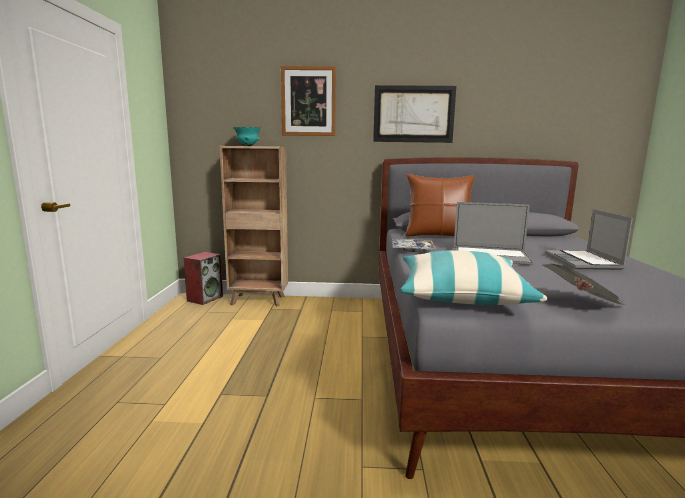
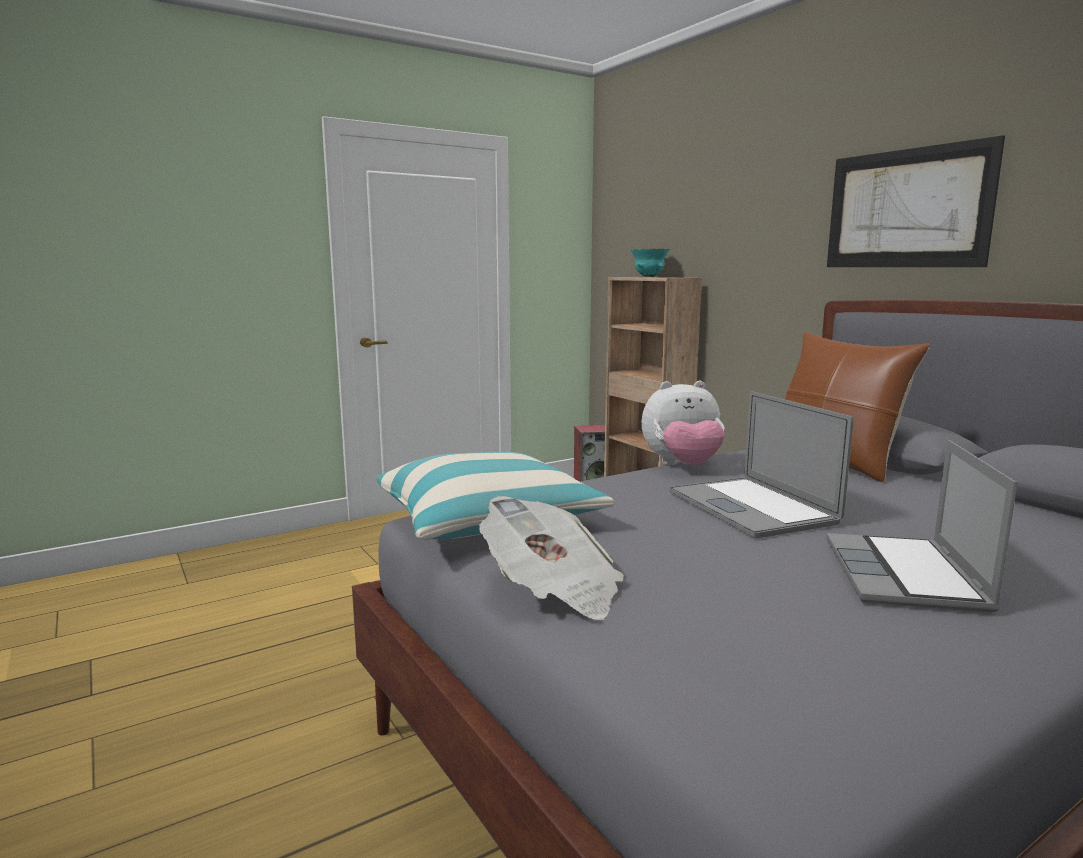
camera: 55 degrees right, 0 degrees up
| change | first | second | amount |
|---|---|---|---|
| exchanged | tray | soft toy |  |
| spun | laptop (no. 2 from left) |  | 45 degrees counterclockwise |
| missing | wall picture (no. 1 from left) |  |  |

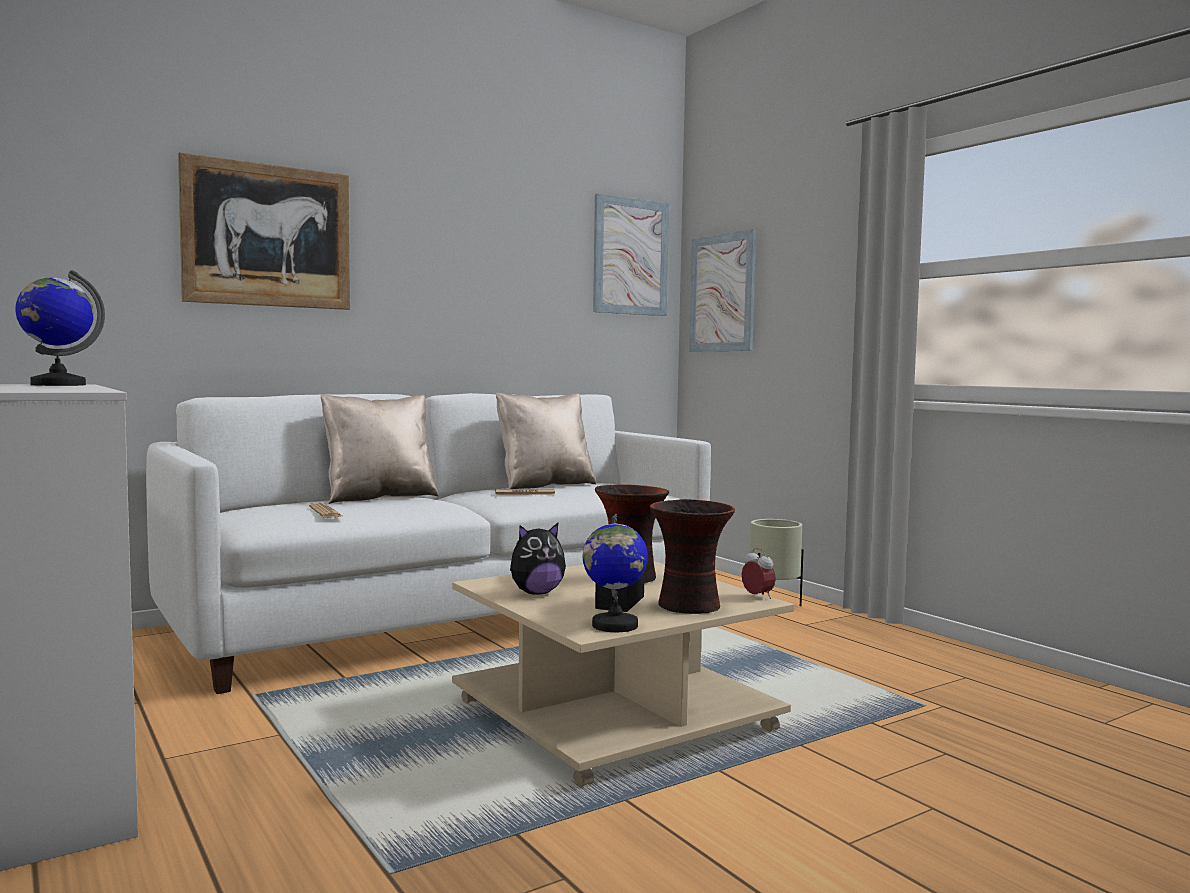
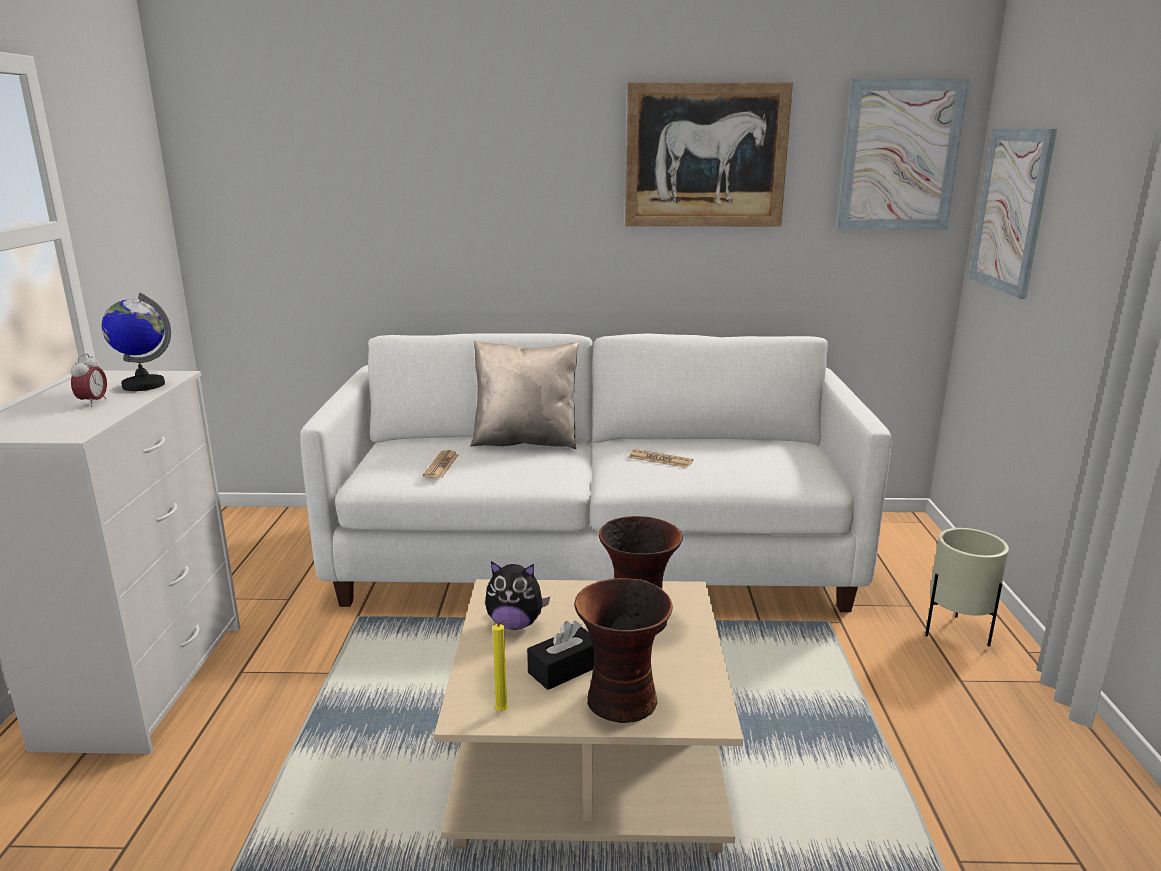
camera: 35 degrees right, 15 degrees up
| change | first | second | amount |
|---|---|---|---|
| relocated | alarm clock |  |  |
| exchanged | globe (no. 2 from left) | yellow-coloured candle |  |
| relocated | wall picture (no. 1 from left) |  |  |
| missing | beige throw pillow (no. 2 from left) |  |  |

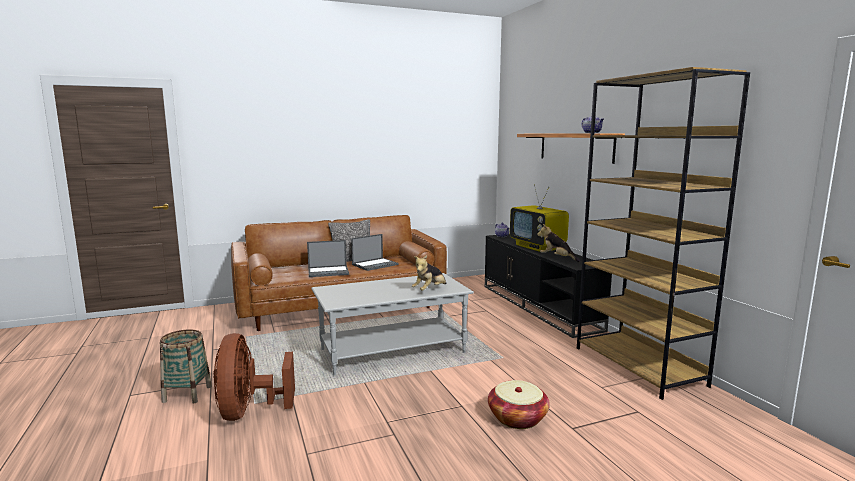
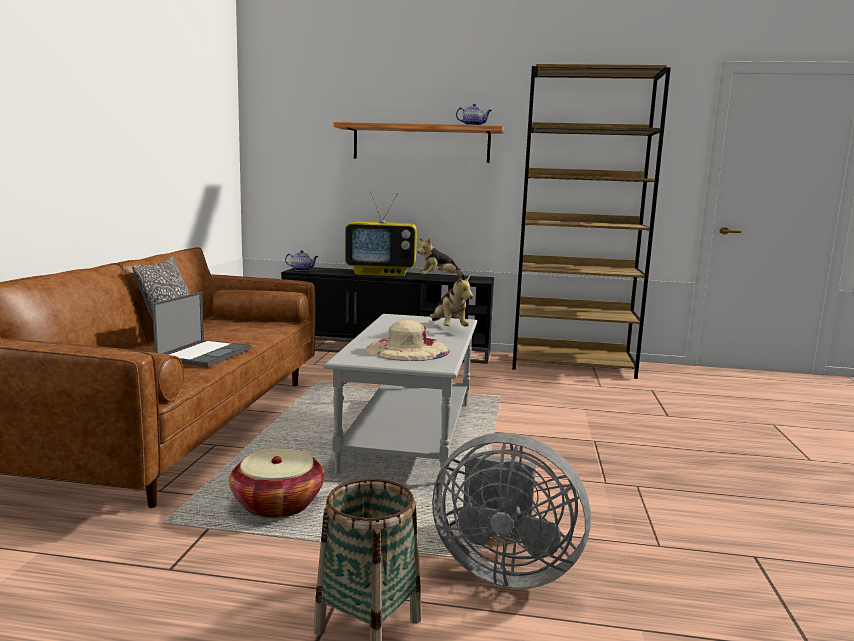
camera: 60 degrees left, 0 degrees up
| change | first | second | amount |
|---|---|---|---|
| relocated | storage basket (no. 2 from left in the first image) | storage basket (no. 1 from left) |  |
| appeared |  | beige hat |  |
| colour | brown-coloured electric fan | grey electric fan |  |
| missing | laptop (no. 2 from left) |  |  |

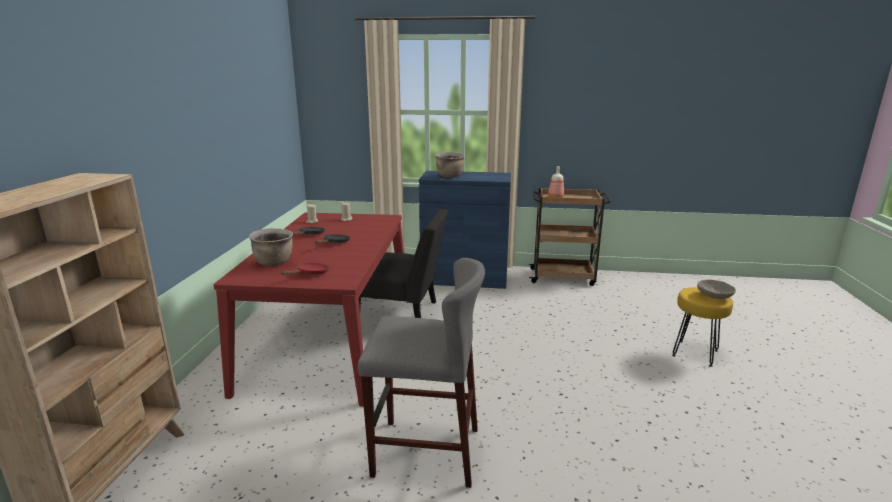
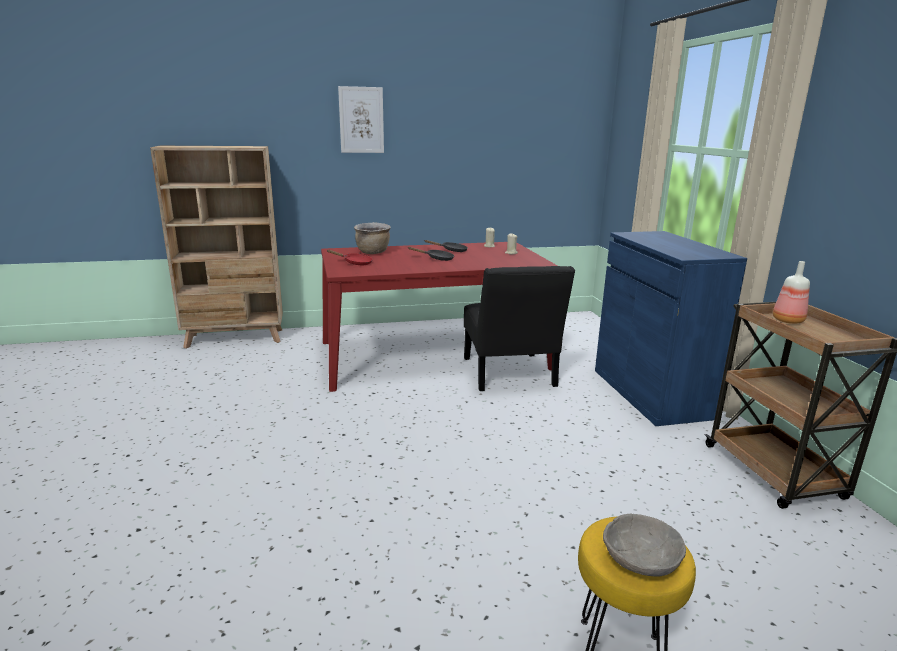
camera: 70 degrees right, 0 degrees up
| change | first | second | amount |
|---|---|---|---|
| appeared |  | wall picture |  |
| missing | grey stool |  |  |
| missing | brown-coloured saucepot (no. 2 from left) |  |  |

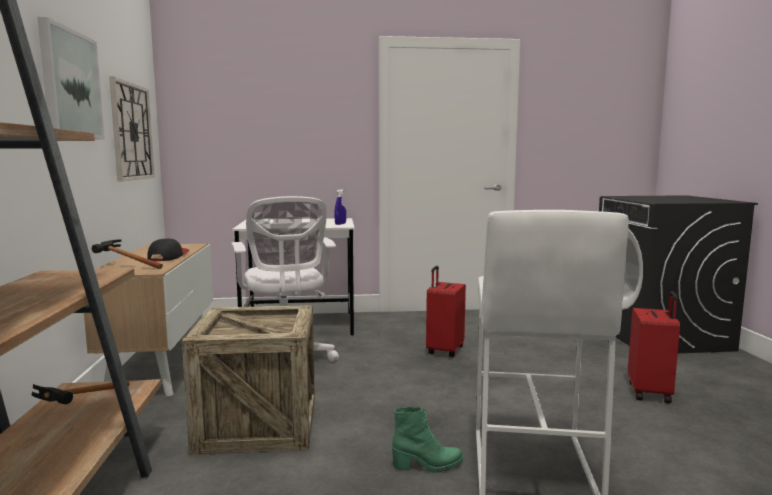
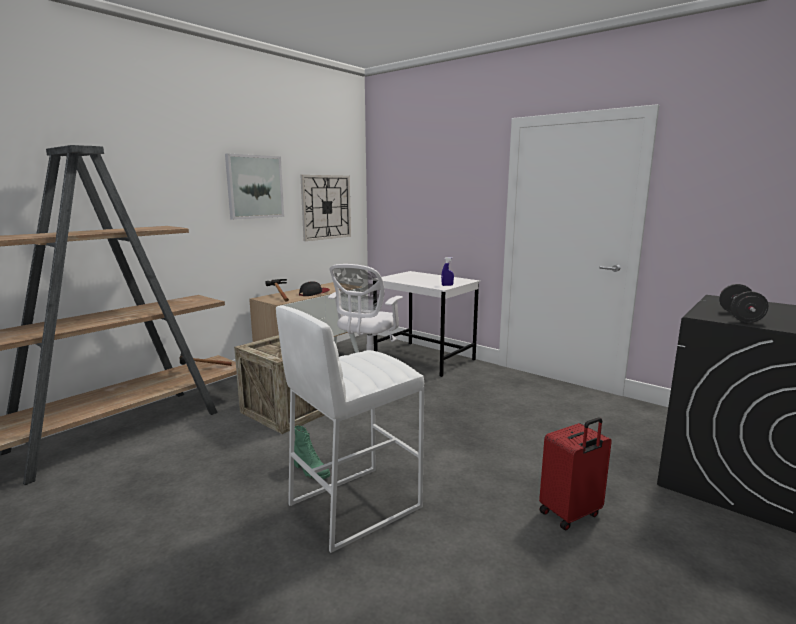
camera: 45 degrees right, 5 degrees up
| change | first | second | amount |
|---|---|---|---|
| appeared |  | blackish free weight |  |
| missing | red piece of luggage (no. 1 from left) |  |  |

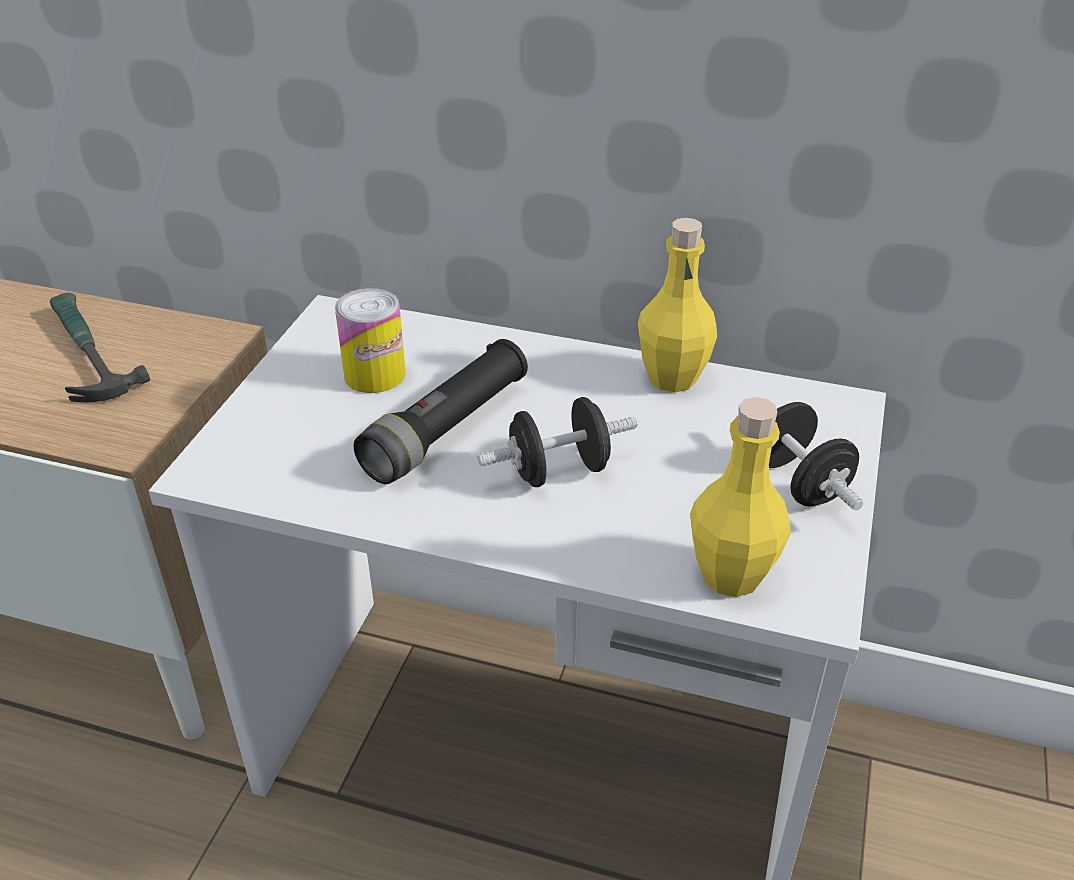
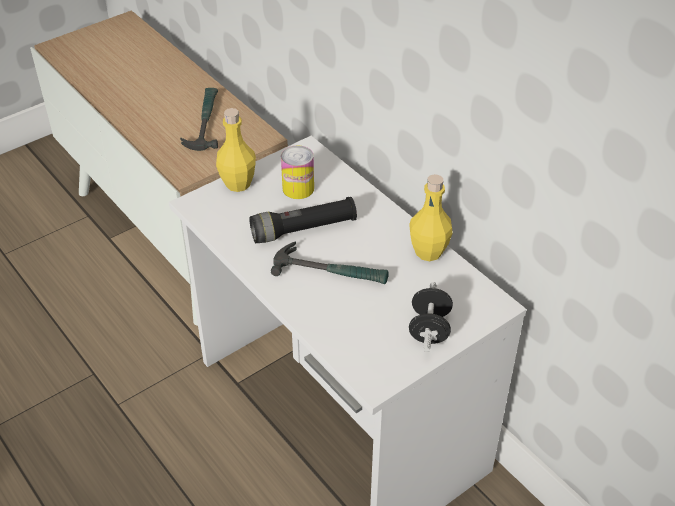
camera: 35 degrees right, 5 degrees up
| change | first | second | amount |
|---|---|---|---|
| relocated | yellow-coloured beverage bottle (no. 2 from left in the first image) | yellow-coloured beverage bottle (no. 1 from left) |  |
| exchanged | blackish free weight (no. 1 from left) | hand hammer (no. 2 from left) |  |

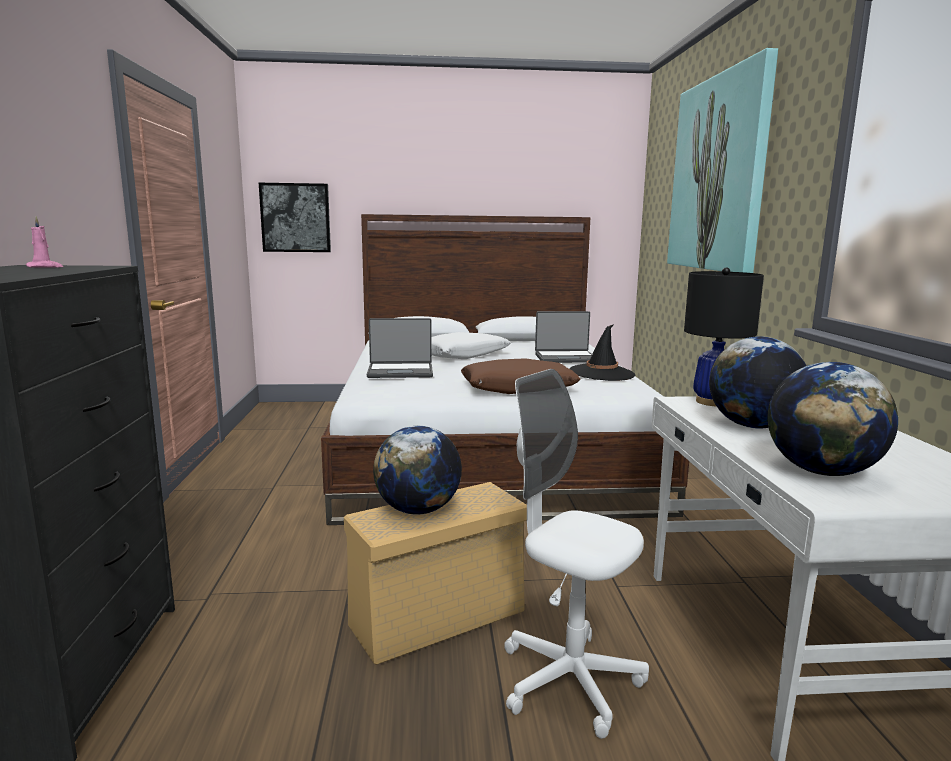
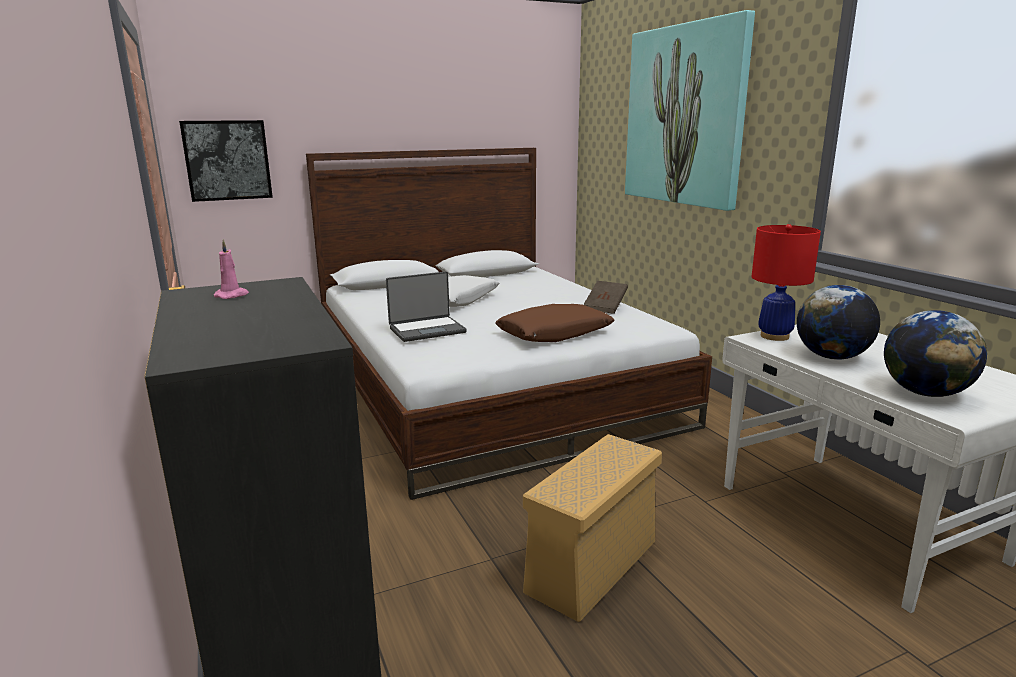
camera: 20 degrees left, 5 degrees up
| change | first | second | amount |
|---|---|---|---|
| exchanged | blackish hat | brown-coloured bound book |  |
| colour | blackish tabletop lamp | red tabletop lamp |  |
| missing | globe (no. 1 from left) |  |  |
| missing | white computer chair |  |  |
| missing | laptop (no. 2 from left) |  |  |

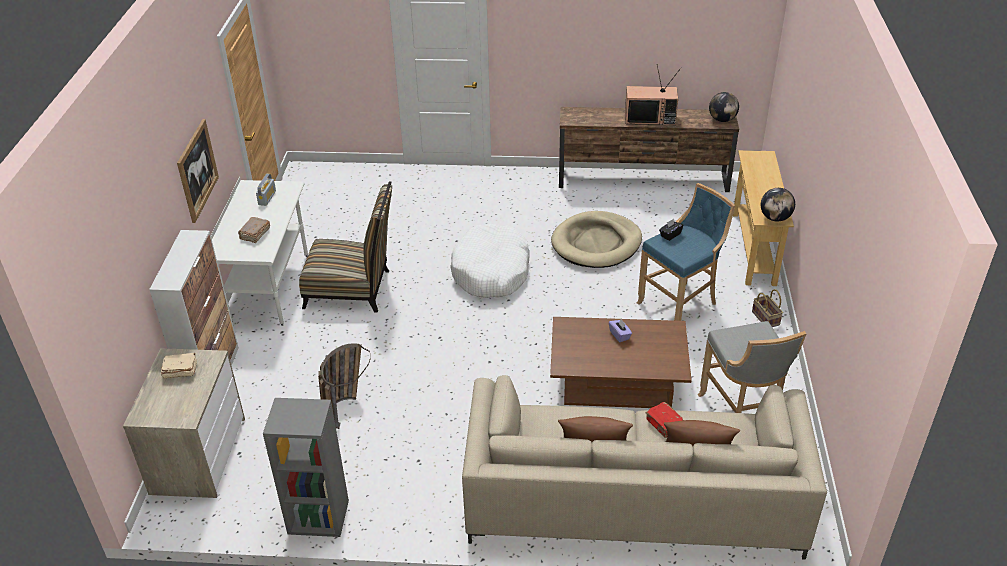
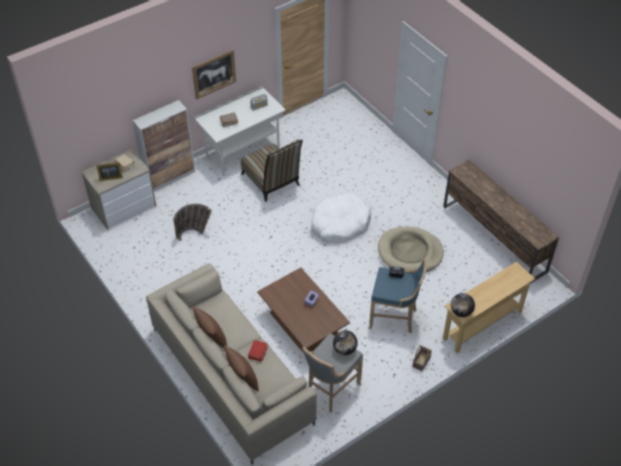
camera: 50 degrees right, 10 degrees up
| change | first | second | amount |
|---|---|---|---|
| appeared |  | picture frame |  |
| relocated | globe (no. 1 from left) |  |  |
| missing | grey shelving unit |  |  |
| missing | TV set |  |  |

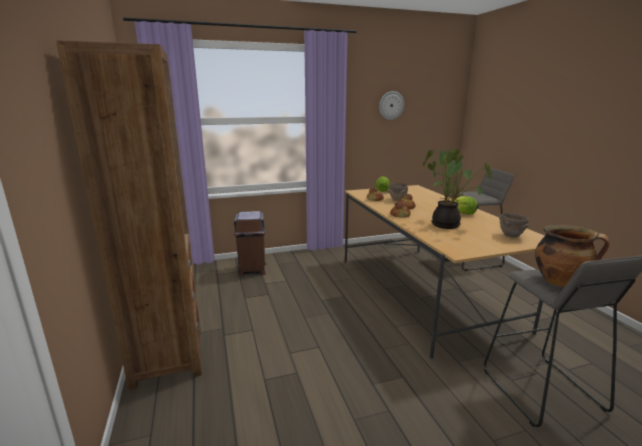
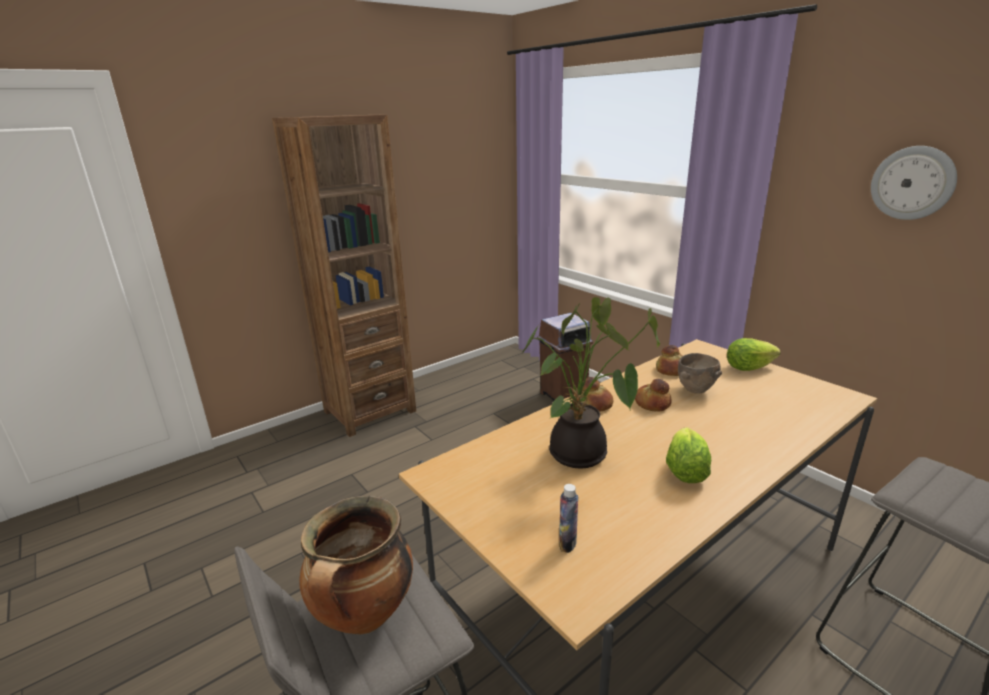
camera: 70 degrees right, 5 degrees up
| change | first | second | amount |
|---|---|---|---|
| exchanged | brown-coloured serving bowl (no. 2 from left) | beverage bottle |  |

